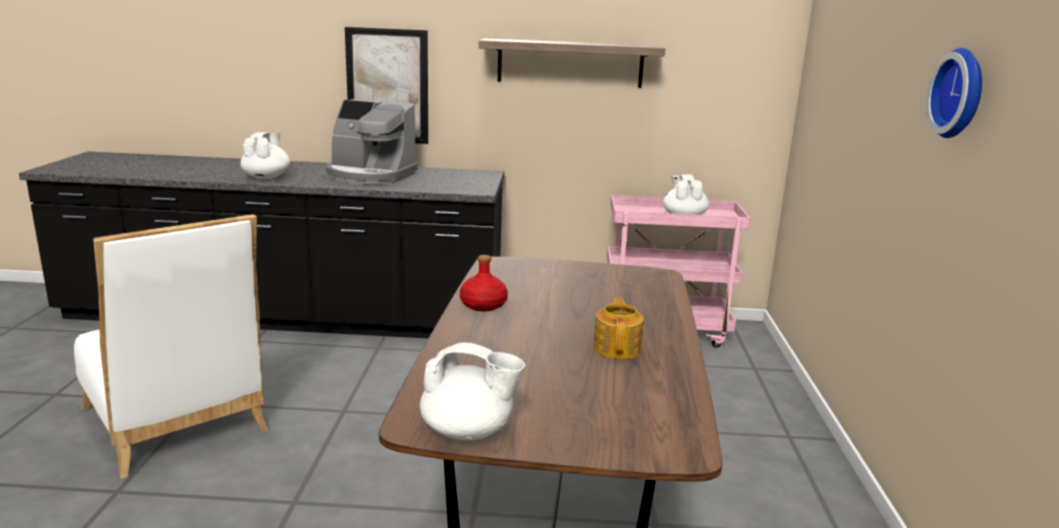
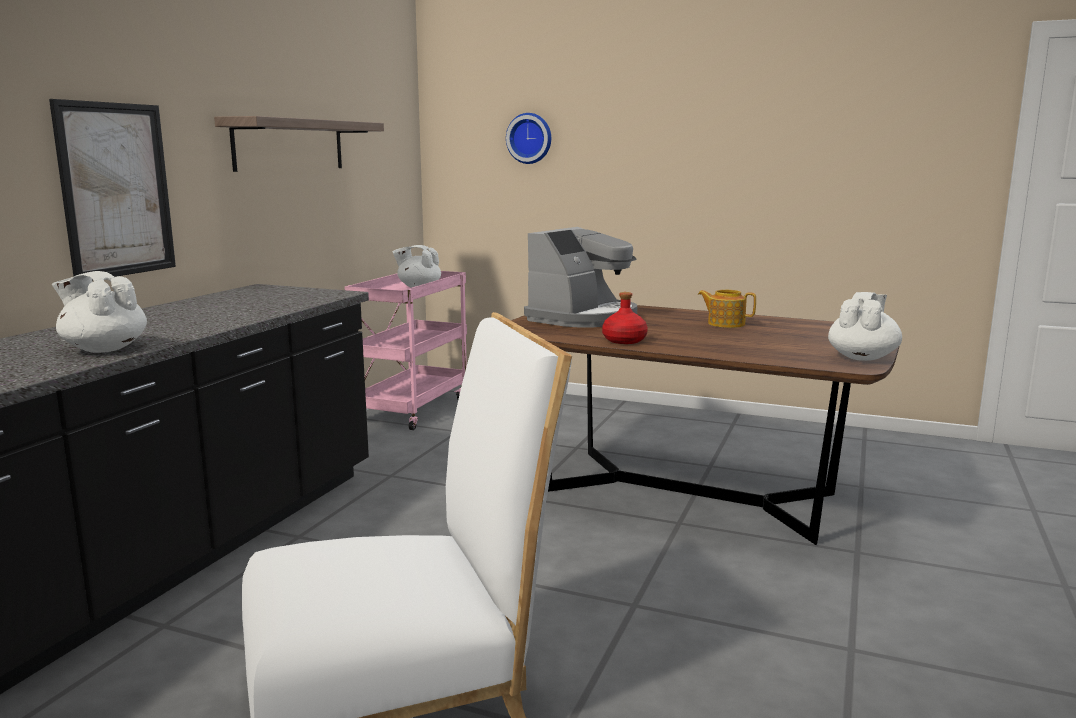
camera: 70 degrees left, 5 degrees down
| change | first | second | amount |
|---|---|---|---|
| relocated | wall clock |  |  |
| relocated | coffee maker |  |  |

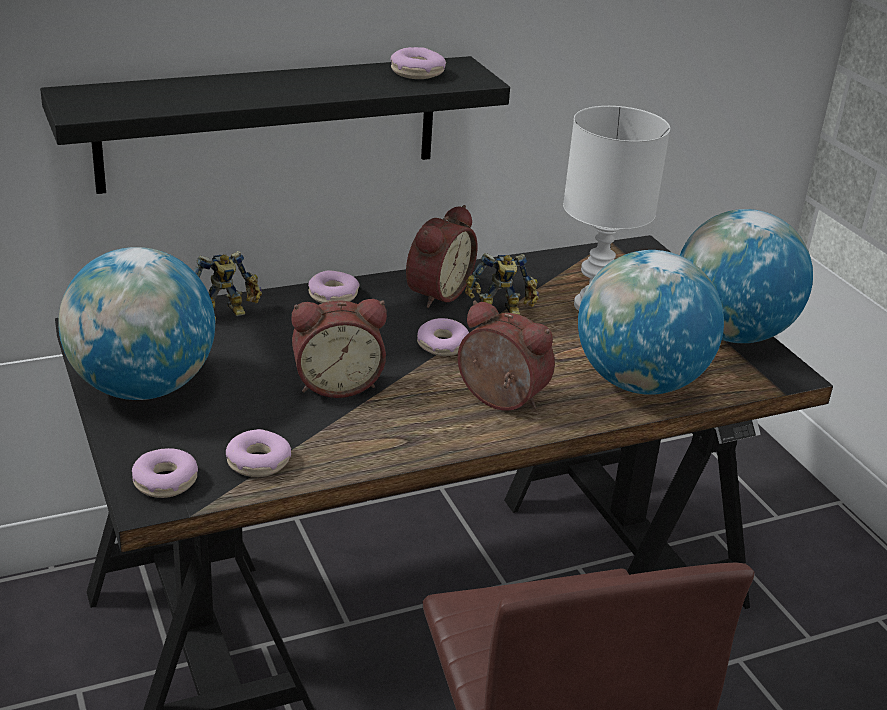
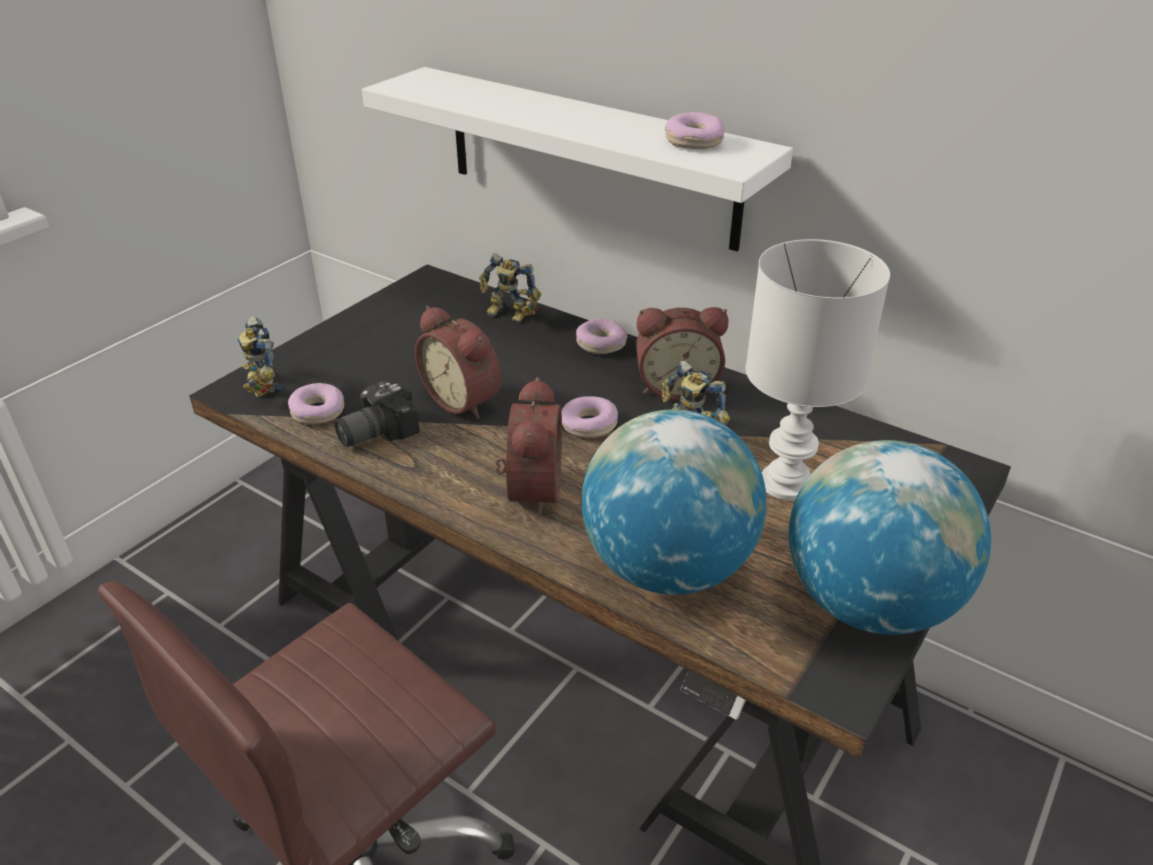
camera: 60 degrees right, 5 degrees up
| change | first | second | amount |
|---|---|---|---|
| exchanged | doughnut (no. 1 from left) | robot figure (no. 1 from left) |  |
| appeared |  | still camera |  |
| colour | blackish wall shelf | white wall shelf |  |
| missing | globe (no. 1 from left) |  |  |

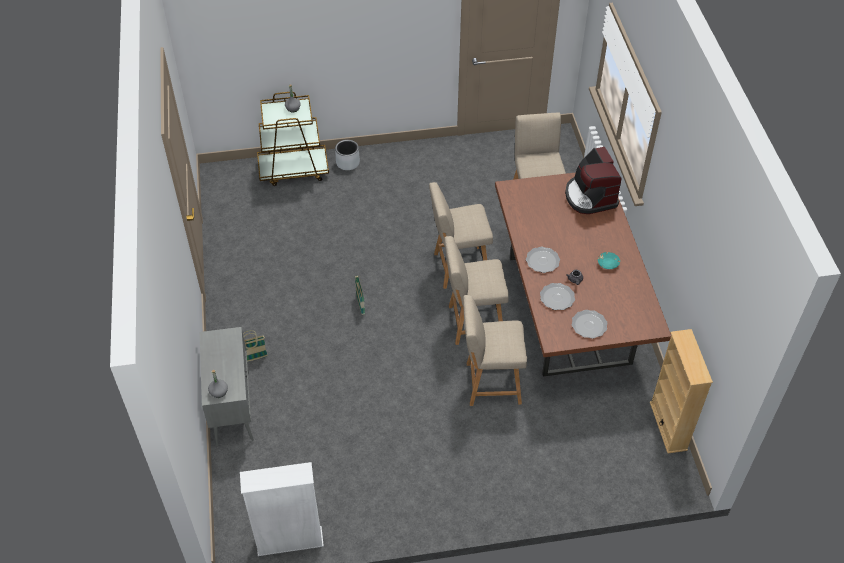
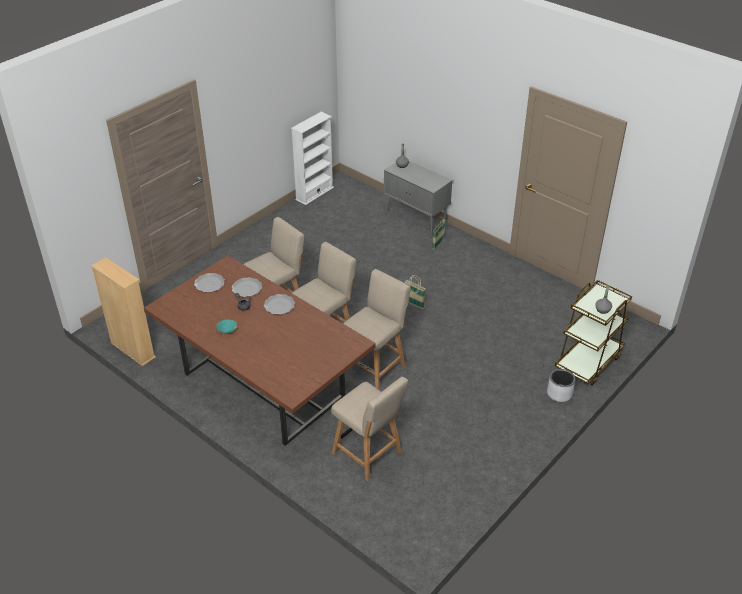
camera: 140 degrees right, 10 degrees down
| change | first | second | amount |
|---|---|---|---|
| missing | coffee maker |  |  |

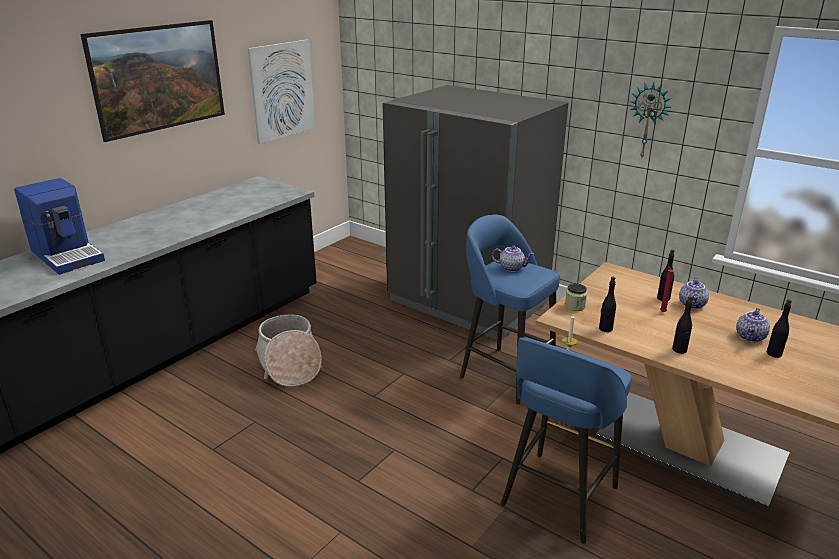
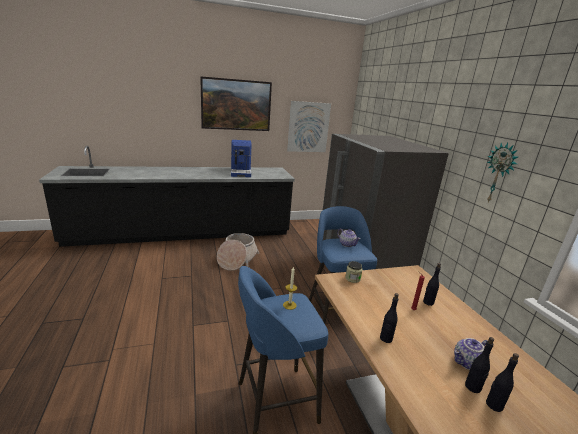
camera: 35 degrees right, 5 degrees down
| change | first | second | amount |
|---|---|---|---|
| relocated | coffee maker |  |  |
| relocated | blackish beverage bottle (no. 1 from left in the first image) | blackish beverage bottle (no. 4 from left) |  |
| missing | pot for tea (no. 2 from left) |  |  |

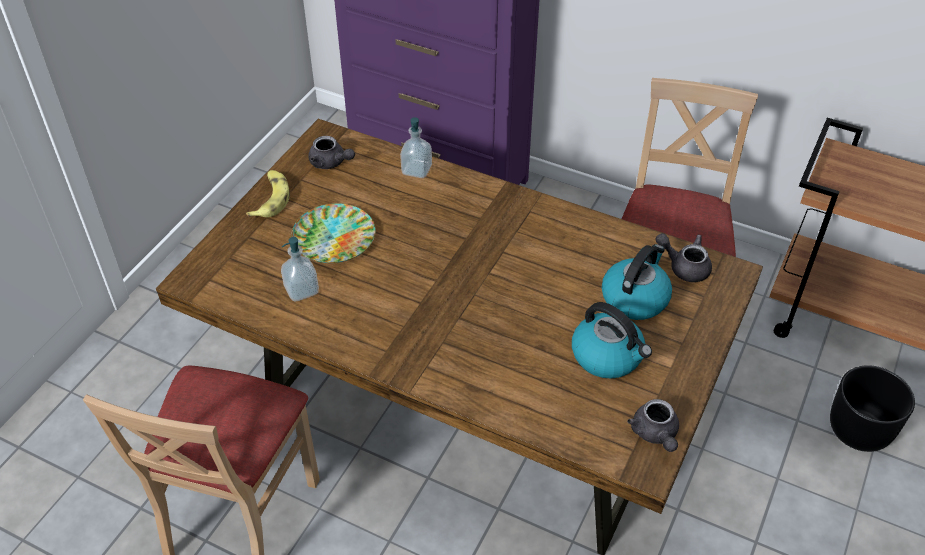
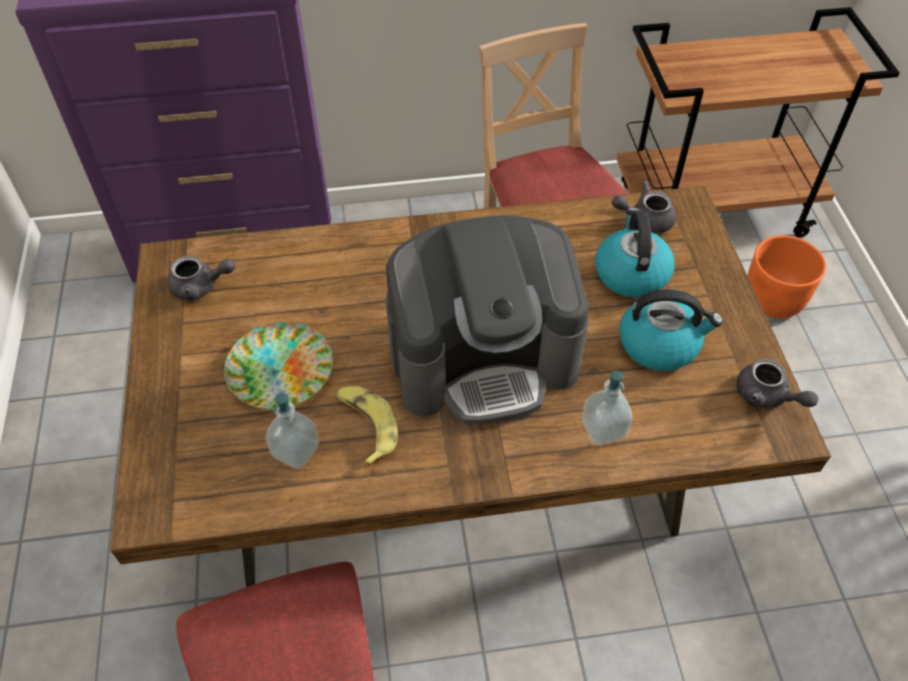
camera: 35 degrees left, 5 degrees up
| change | first | second | amount |
|---|---|---|---|
| relocated | banana |  |  |
| appeared |  | coffee maker |  |
| relocated | soap dispenser (no. 2 from left) |  |  |
| colour | blackish planter | orangey planter |  |

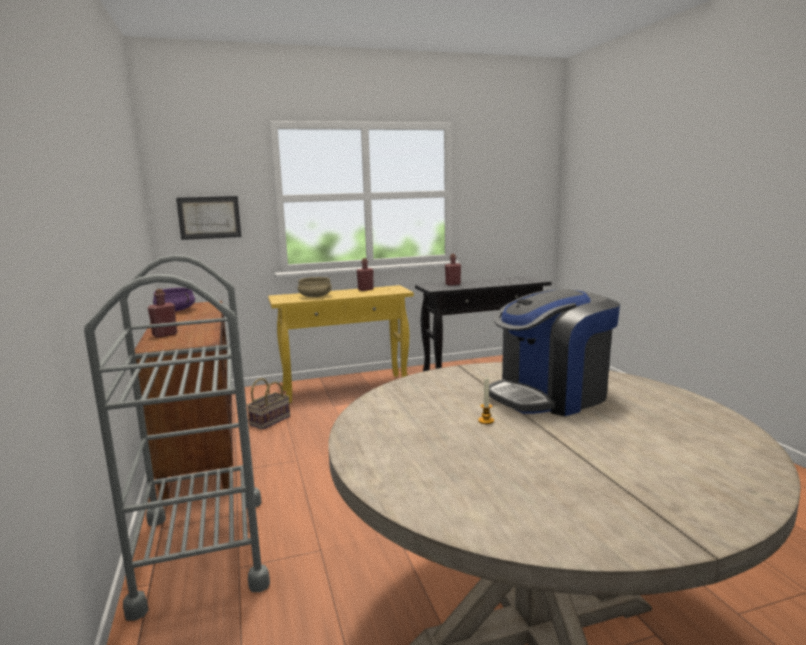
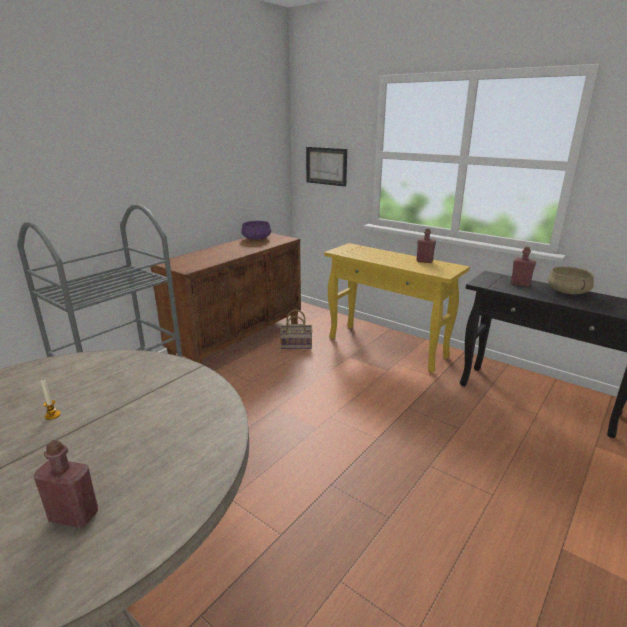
camera: 55 degrees right, 10 degrees up
| change | first | second | amount |
|---|---|---|---|
| relocated | red beverage bottle (no. 1 from left) |  |  |
| relocated | beige saucepot |  |  |
| missing | coffee maker |  |  |

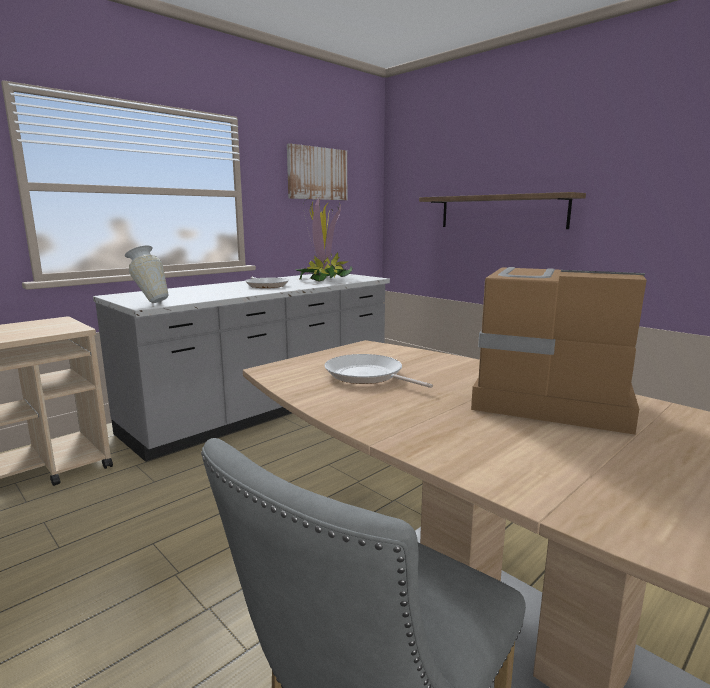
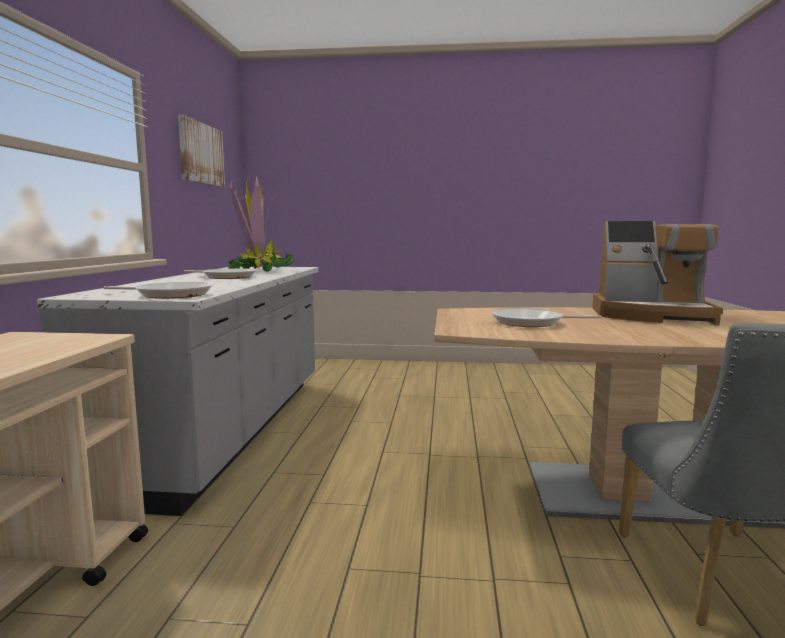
camera: 40 degrees left, 5 degrees down
| change | first | second | amount |
|---|---|---|---|
| exchanged | flower vase | skillet (no. 1 from left) |  |
| spun | coffee maker |  | 150 degrees counterclockwise |
| missing | wall shelf |  |  |

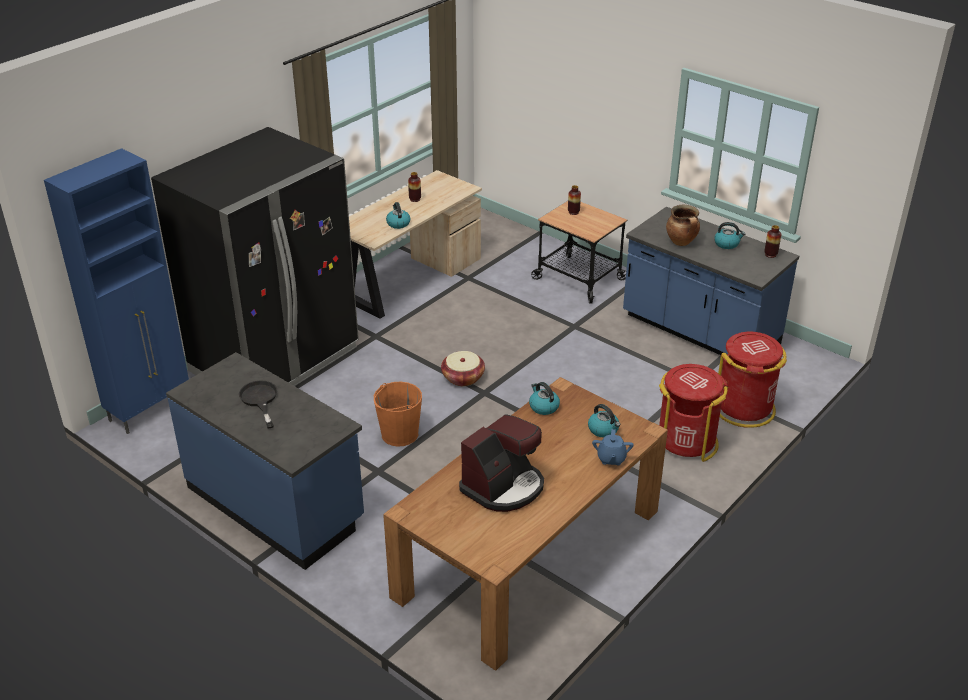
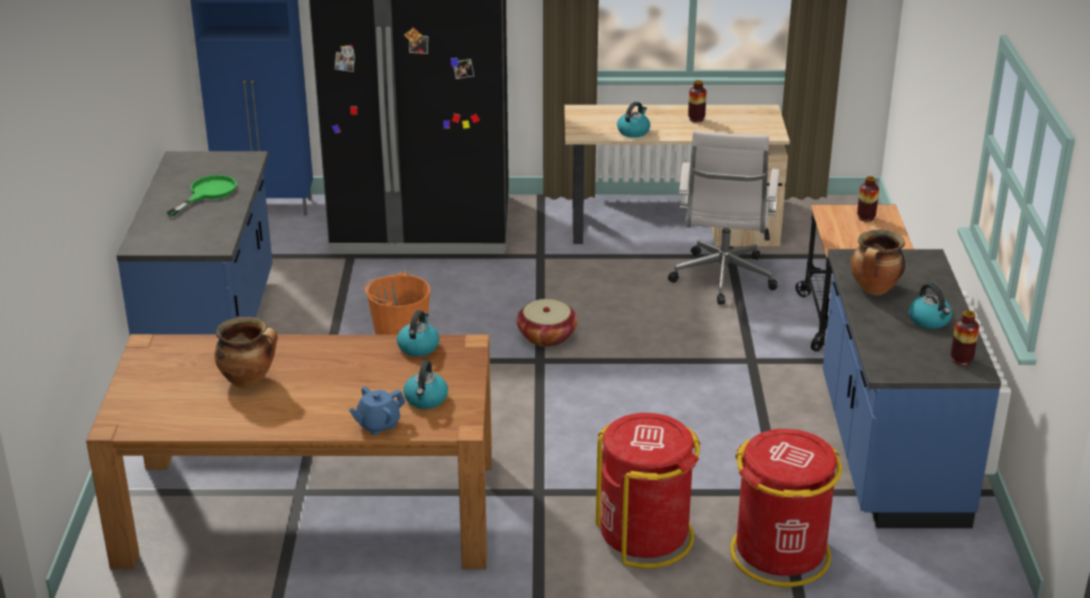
camera: 50 degrees right, 5 degrees down
| change | first | second | amount |
|---|---|---|---|
| colour | blackish skillet | greenish skillet |  |
| exchanged | coffee maker | saucepot (no. 1 from left) |  |
| appeared |  | white computer chair |  |

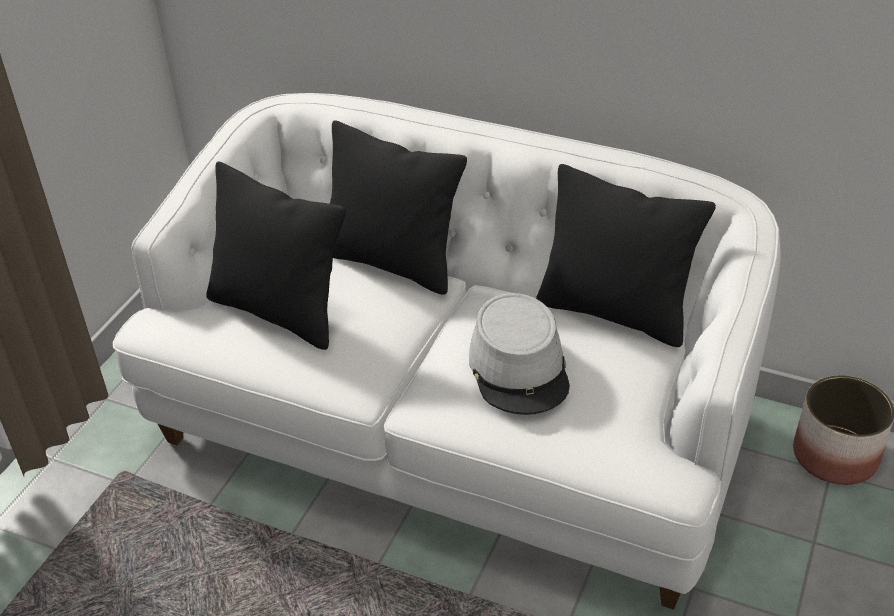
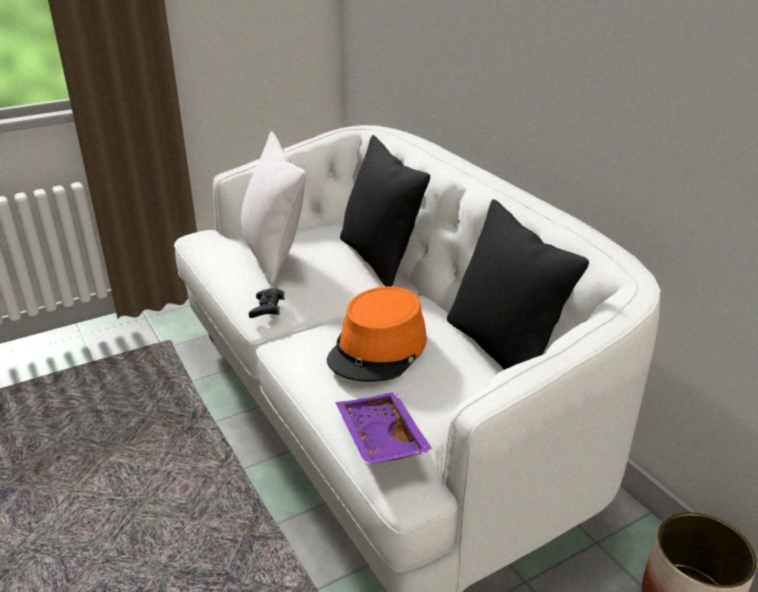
camera: 35 degrees right, 10 degrees down
| change | first | second | amount |
|---|---|---|---|
| colour | blackish throw pillow (no. 1 from left) | white throw pillow |  |
| appeared |  | blackish gamepad |  |
| colour | grey hat | orangey hat |  |
| appeared |  | purple-coloured tray |  |

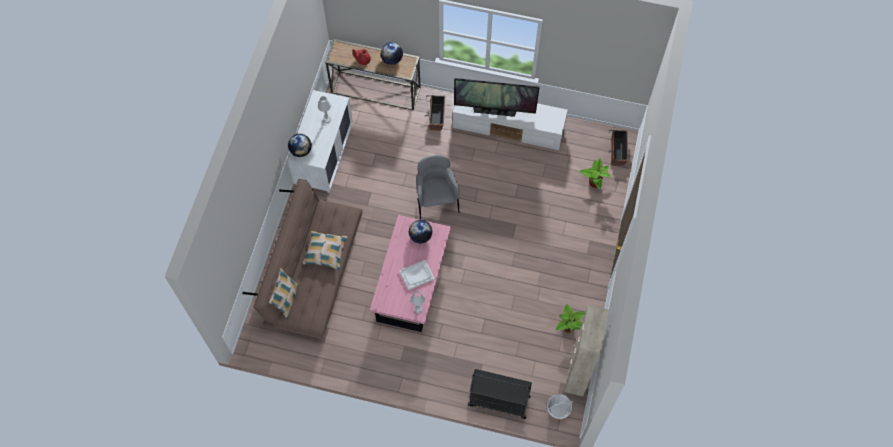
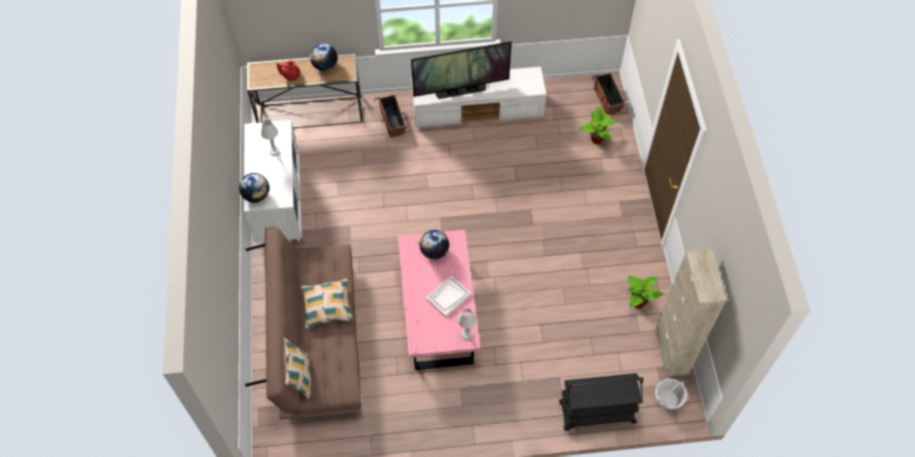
camera: 20 degrees left, 5 degrees down
| change | first | second | amount |
|---|---|---|---|
| missing | grey armchair |  |  |

